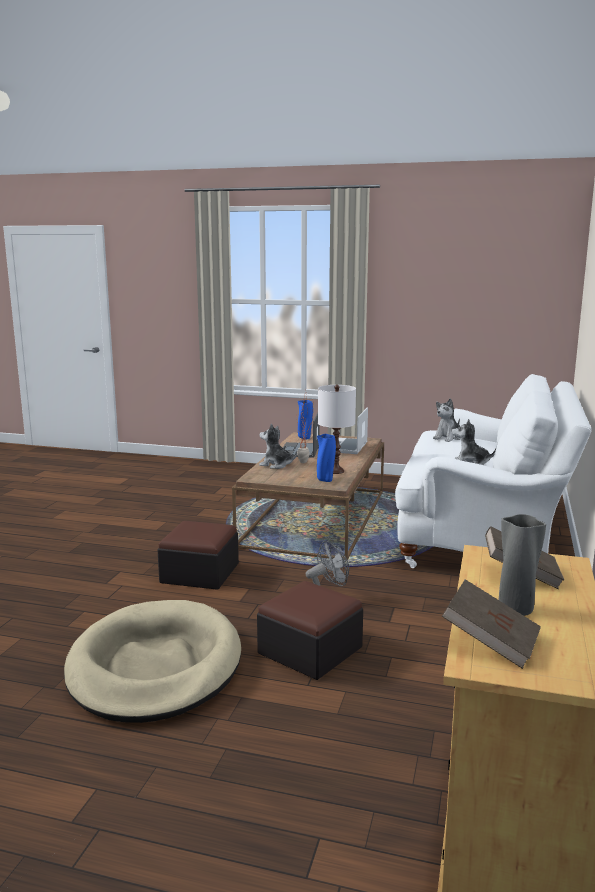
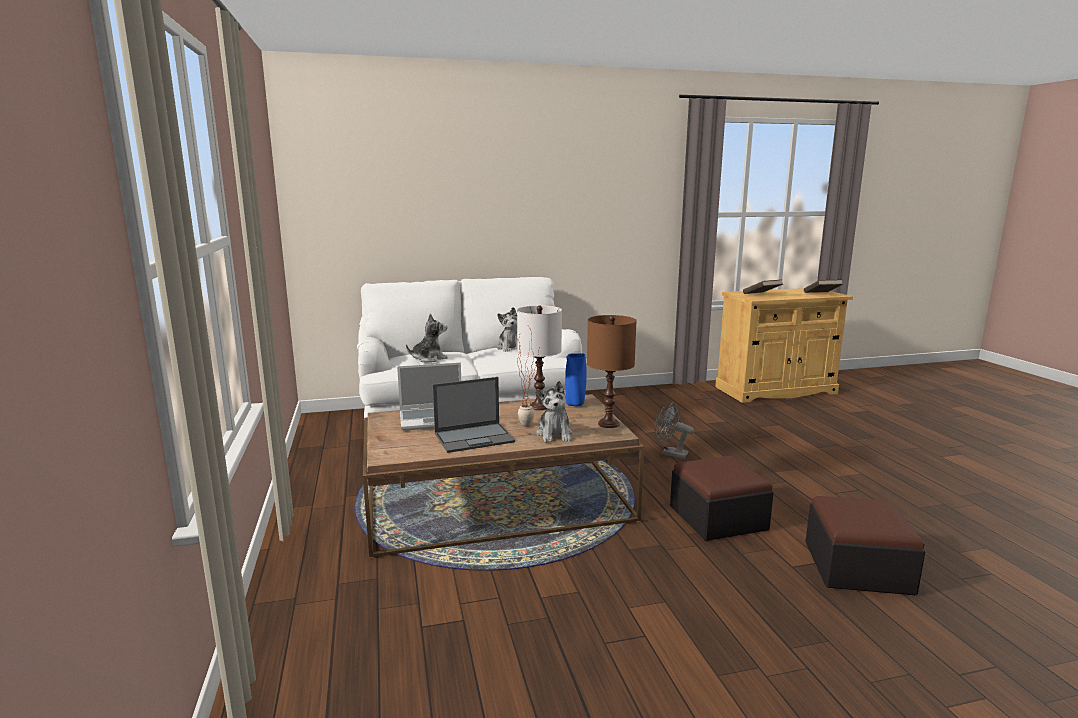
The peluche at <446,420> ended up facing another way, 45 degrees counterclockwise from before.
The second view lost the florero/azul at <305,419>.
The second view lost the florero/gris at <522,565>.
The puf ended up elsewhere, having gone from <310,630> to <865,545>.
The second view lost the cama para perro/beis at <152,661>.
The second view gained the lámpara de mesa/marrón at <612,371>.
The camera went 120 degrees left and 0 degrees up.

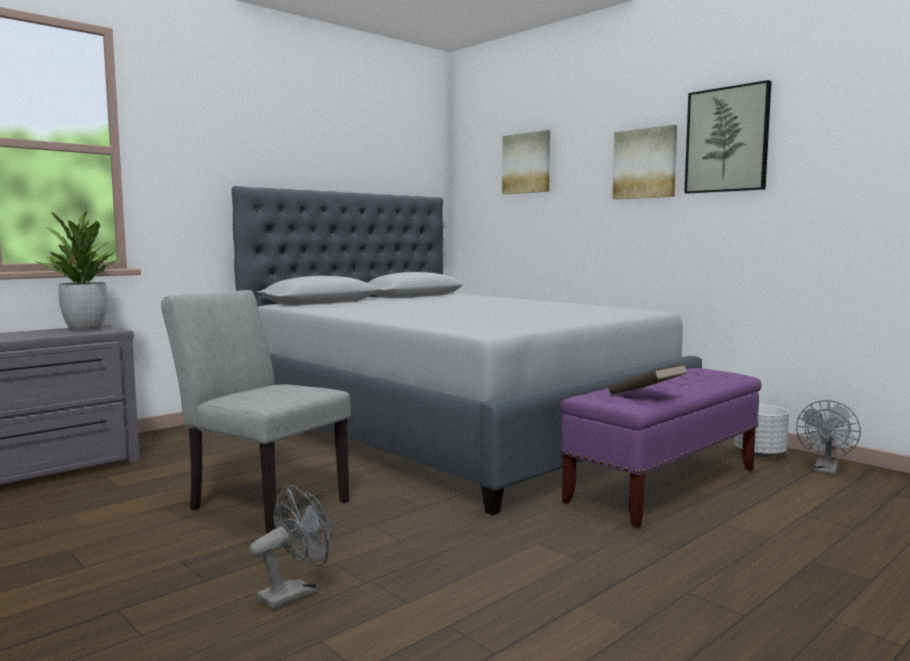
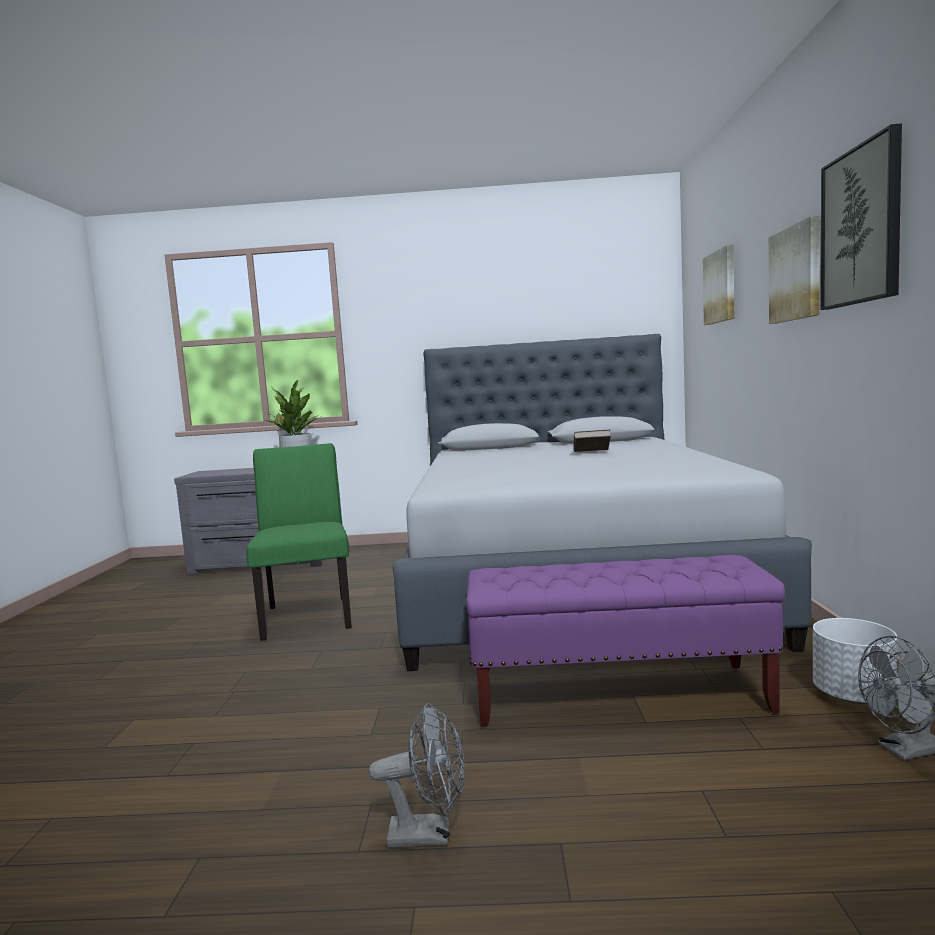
What was the silla/gris at <256,412> turned into the silla/verde at <299,542>.
The libro/marrón ended up elsewhere, having gone from <648,379> to <592,441>.
The ventilador/gris ended up elsewhere, having gone from <290,547> to <417,775>.
The camera went 45 degrees right and 0 degrees up.

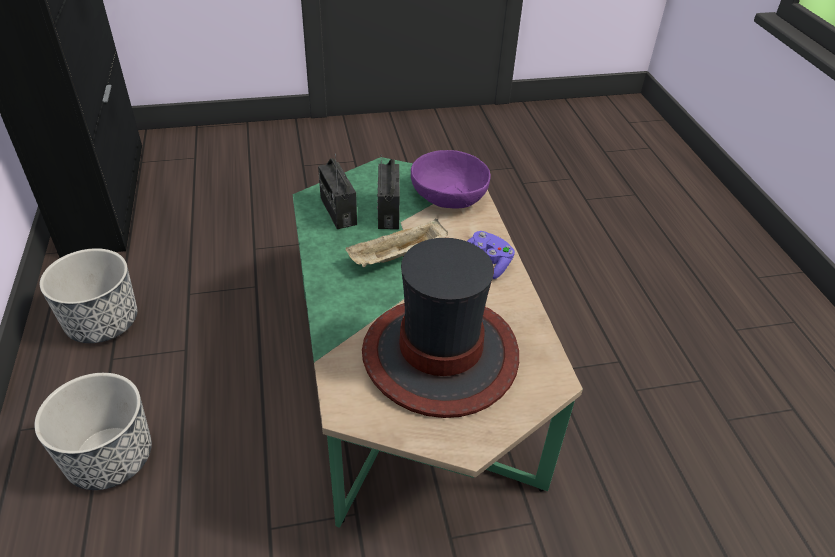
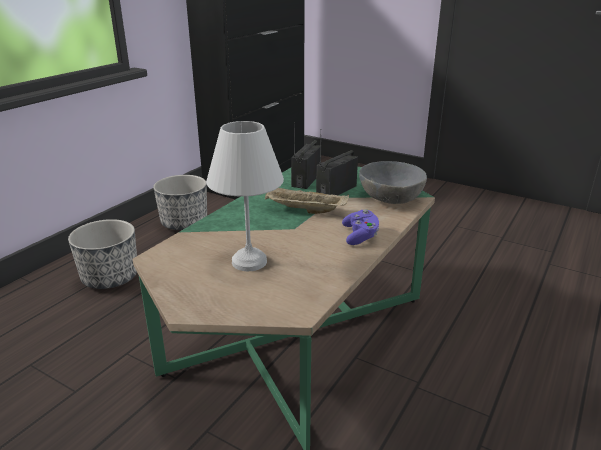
What was the cuenco/morado at <450,179> turned into the cuenco/gris at <393,182>.
Where the sombrero stood at <440,328>, the lámpara de mesa/blanco came to stand at <245,196>.
The camera went 45 degrees right and 15 degrees down.

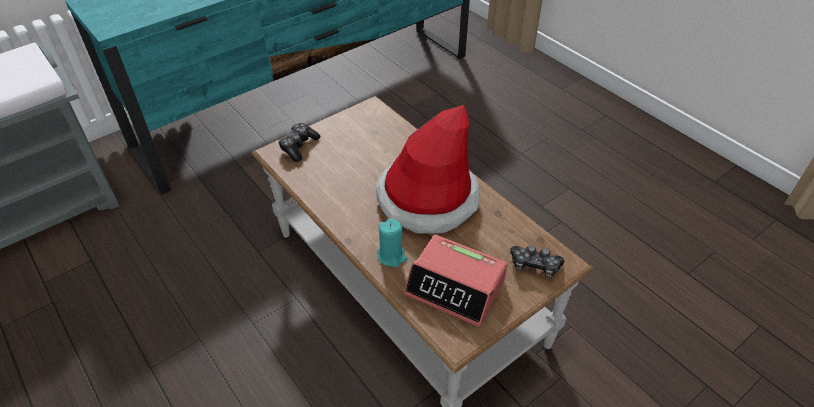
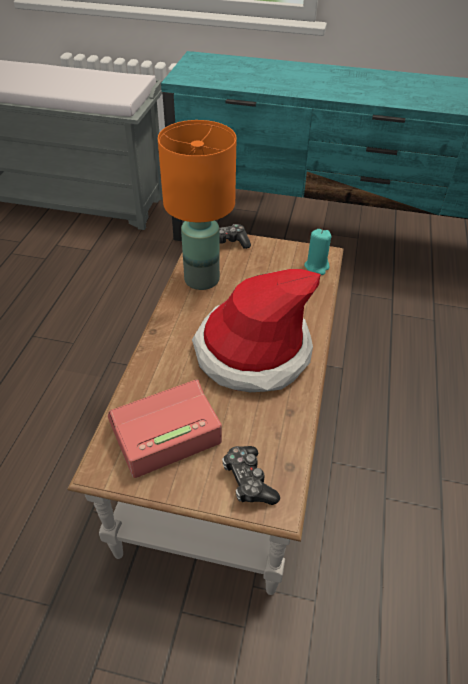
The vela/turquesa ended up elsewhere, having gone from <392,243> to <317,252>.
The despertador at <456,281> ended up facing another way, 75 degrees clockwise from before.
The second view gained the lámpara de mesa/naranja at <197,205>.
The camera went 50 degrees right and 0 degrees up.

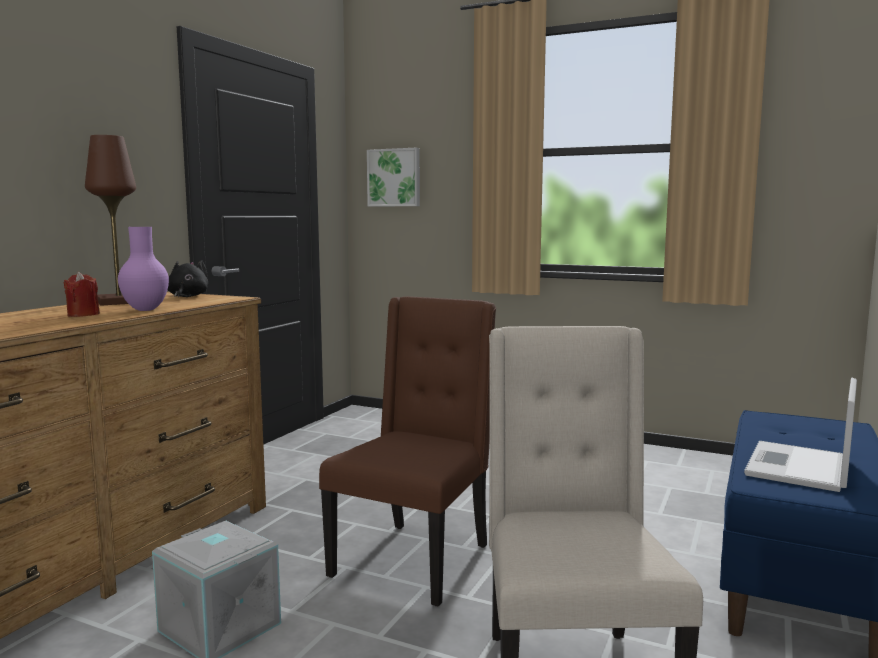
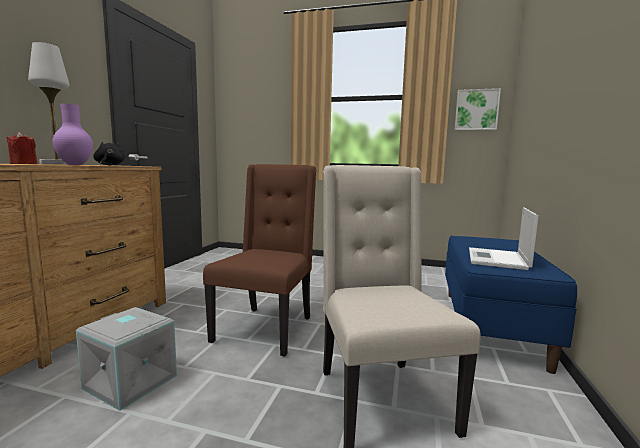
What was the lámpara de mesa/marrón at <110,220> turned into the lámpara de mesa/blanco at <48,103>.
The cuadro ended up elsewhere, having gone from <393,177> to <478,109>.
The camera went 10 degrees left and 0 degrees up.

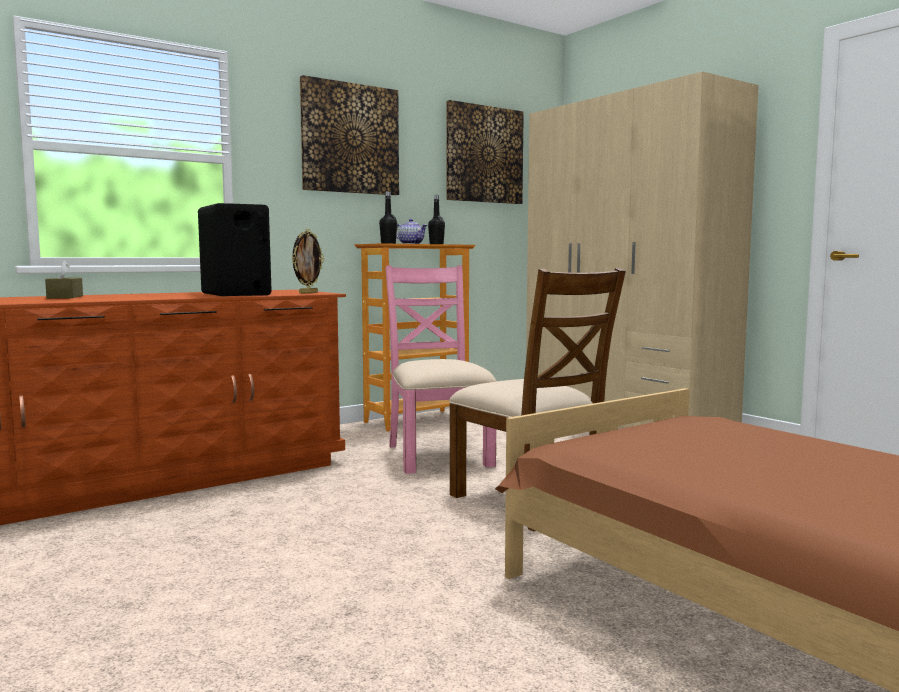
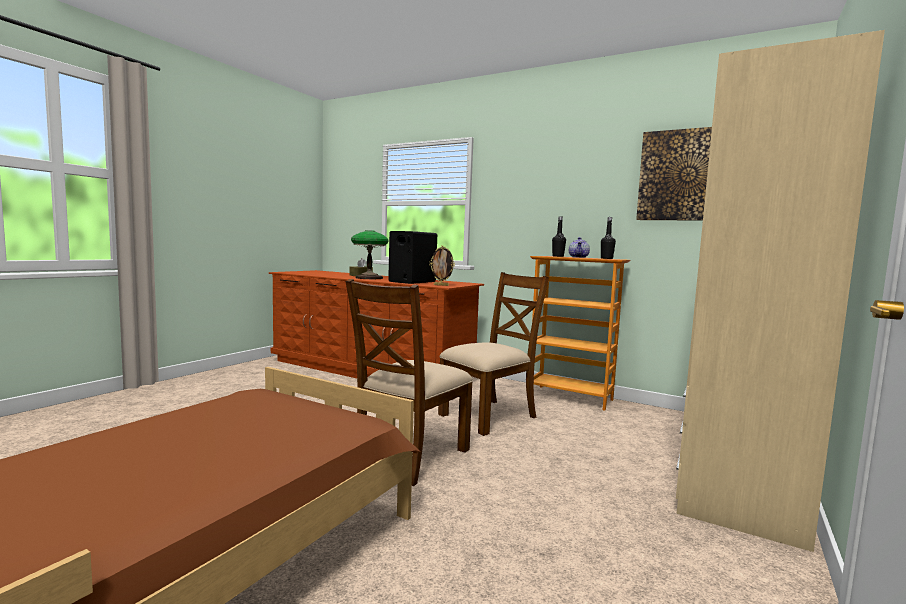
The second view lost the cuadro at <349,135>.
What was the silla/rosa at <440,369> turned into the silla/marrón at <493,354>.
The second view gained the lámpara de mesa at <370,254>.
The camera went 65 degrees right and 0 degrees up.

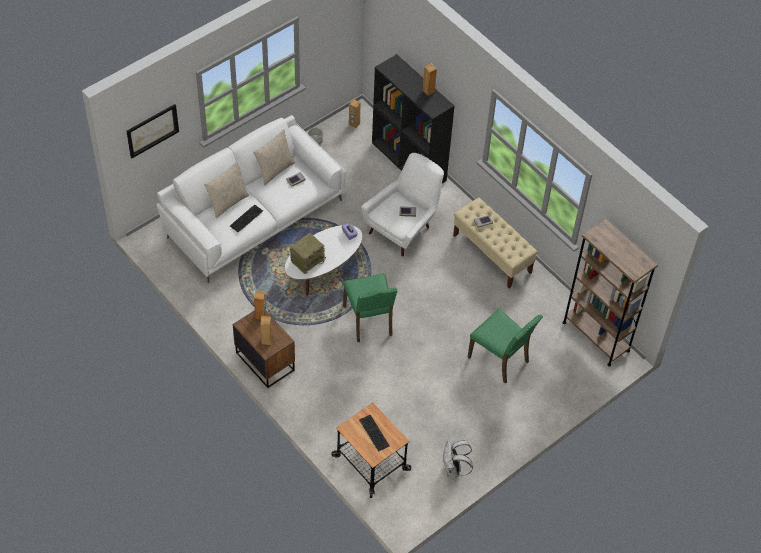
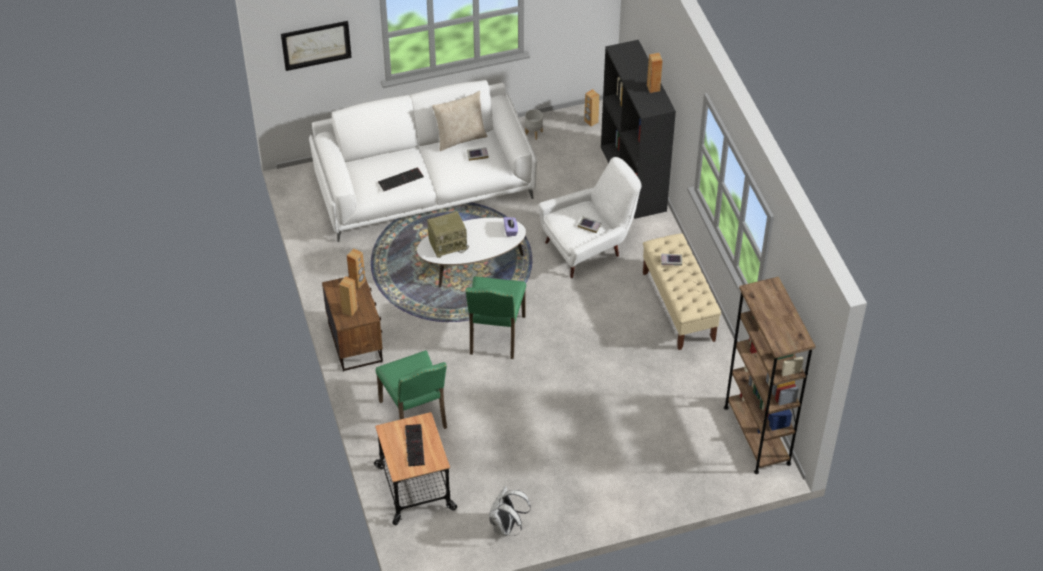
The second view lost the cojín/beis at <226,189>.
The silla/verde ended up elsewhere, having gone from <505,346> to <411,389>.
The camera went 25 degrees right and 5 degrees down.

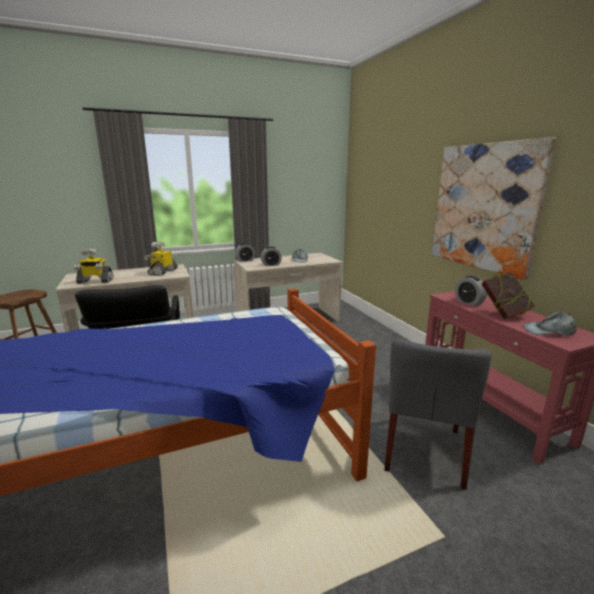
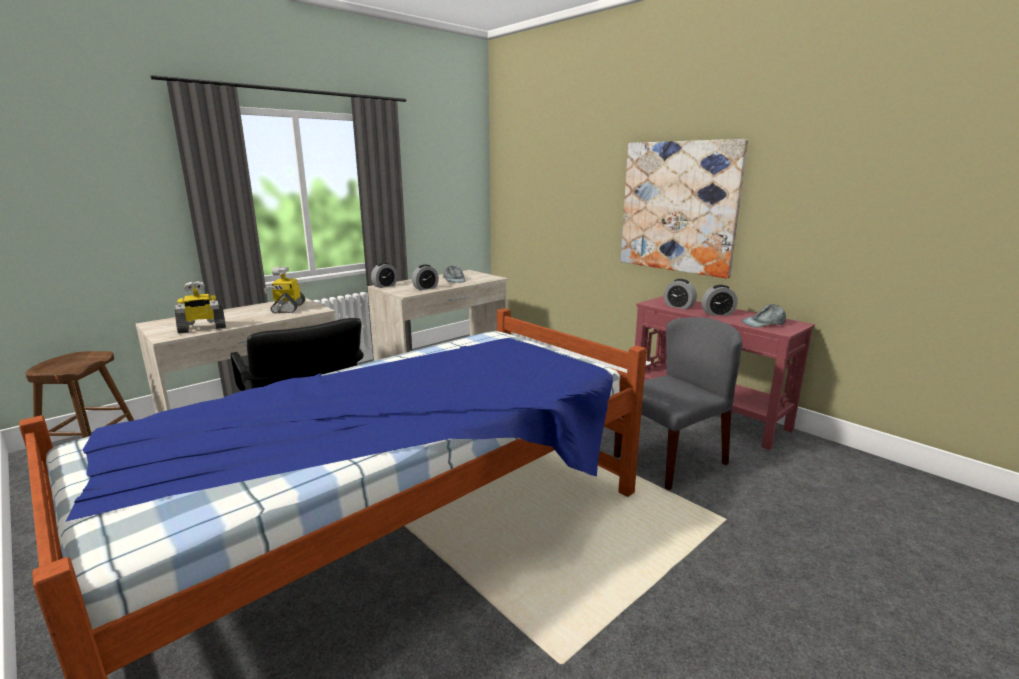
Where the libro stood at <508,295>, the despertador came to stand at <719,300>.
The silla/gris at <438,414> ended up facing another way, 120 degrees counterclockwise from before.
The camera went 20 degrees left and 0 degrees up.

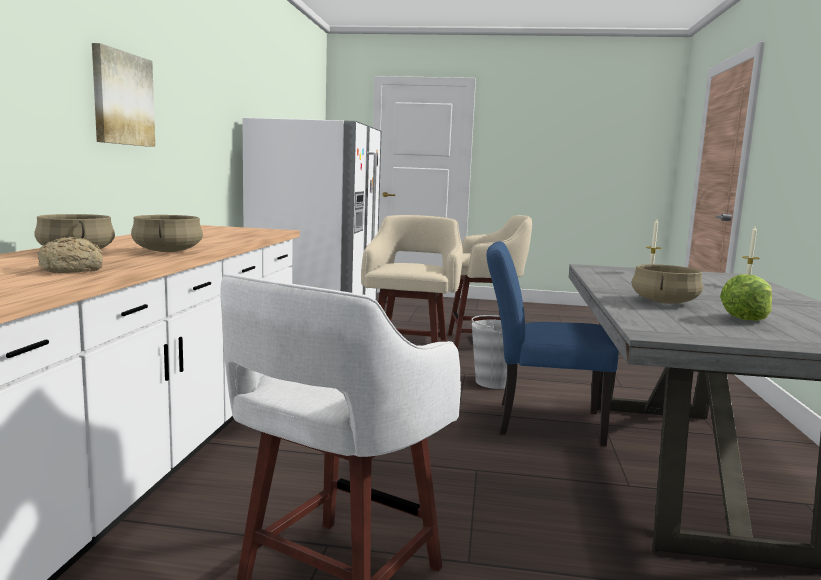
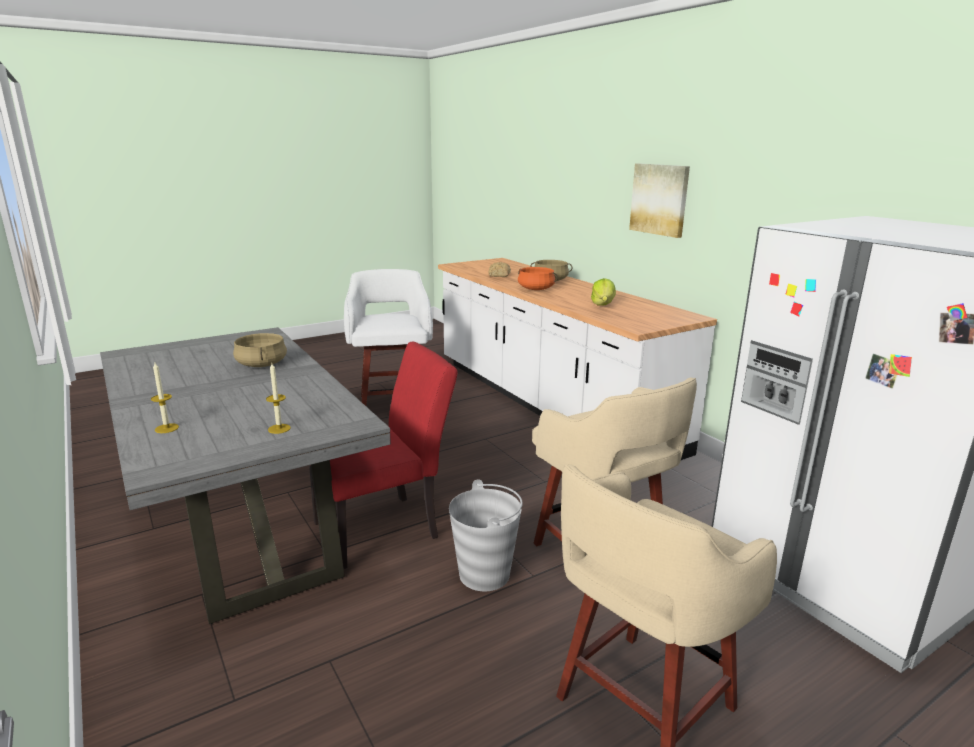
What was the olla/beis at <167,233> turned into the olla/naranja at <538,278>.
What was the silla/azul at <552,344> turned into the silla/rojo at <383,455>.
The lechuga ended up elsewhere, having gone from <746,298> to <603,292>.
The camera went 140 degrees right and 10 degrees up.

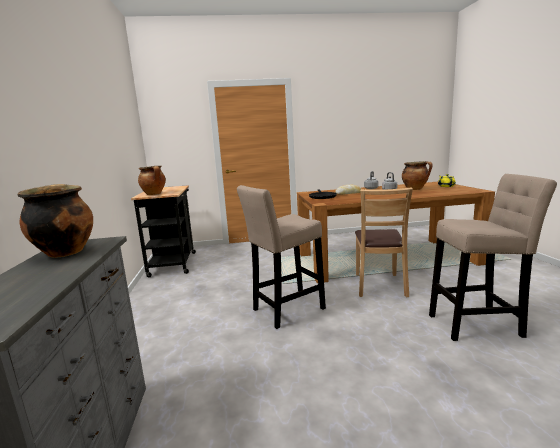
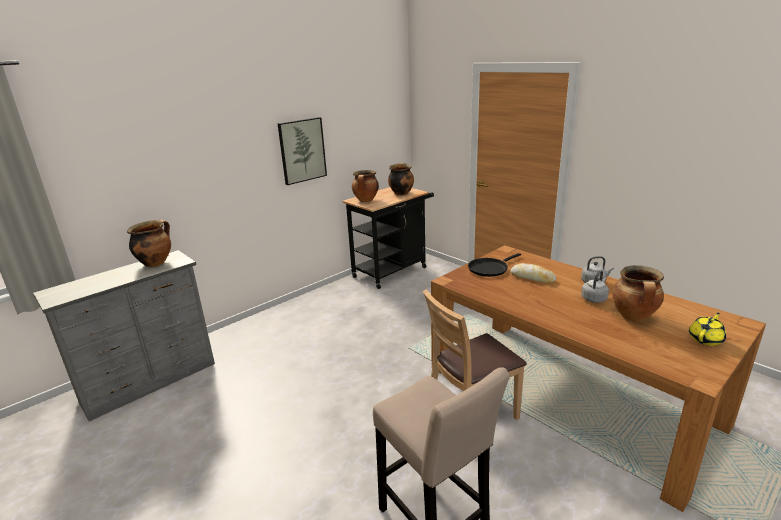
The second view lost the taburete/beis at <281,257>.
The second view gained the cuadro at <302,151>.
The second view gained the olla at <401,179>.
The camera went 55 degrees right and 10 degrees up.

